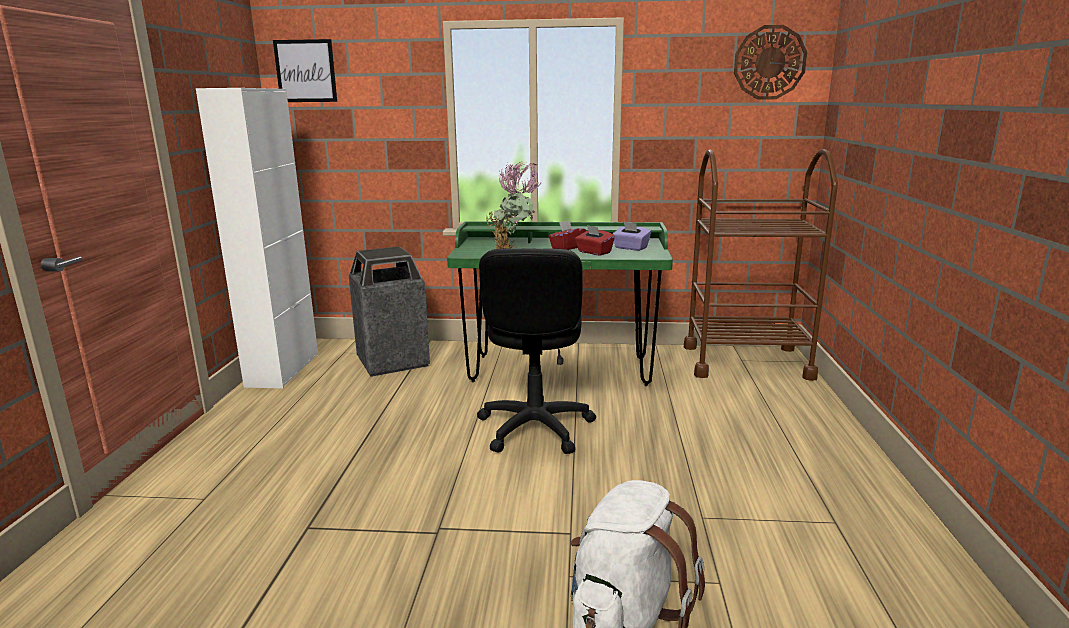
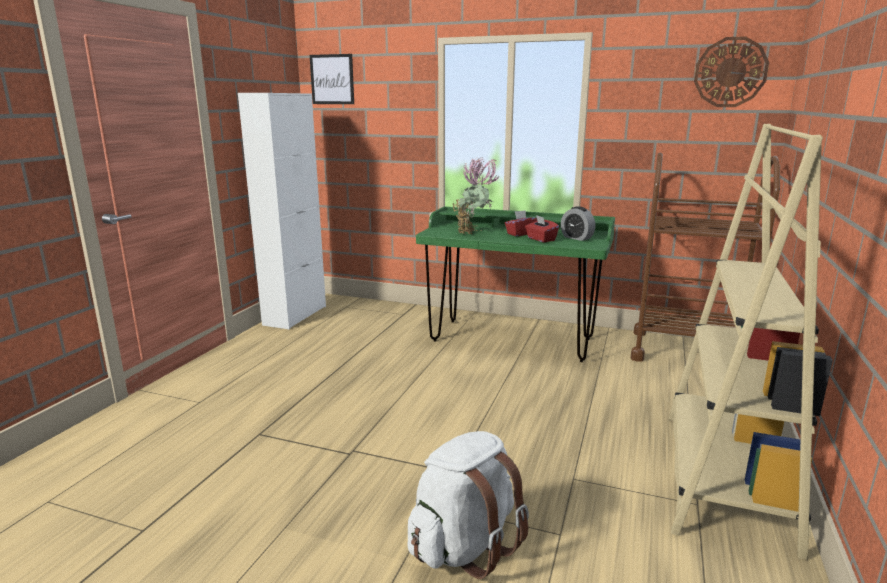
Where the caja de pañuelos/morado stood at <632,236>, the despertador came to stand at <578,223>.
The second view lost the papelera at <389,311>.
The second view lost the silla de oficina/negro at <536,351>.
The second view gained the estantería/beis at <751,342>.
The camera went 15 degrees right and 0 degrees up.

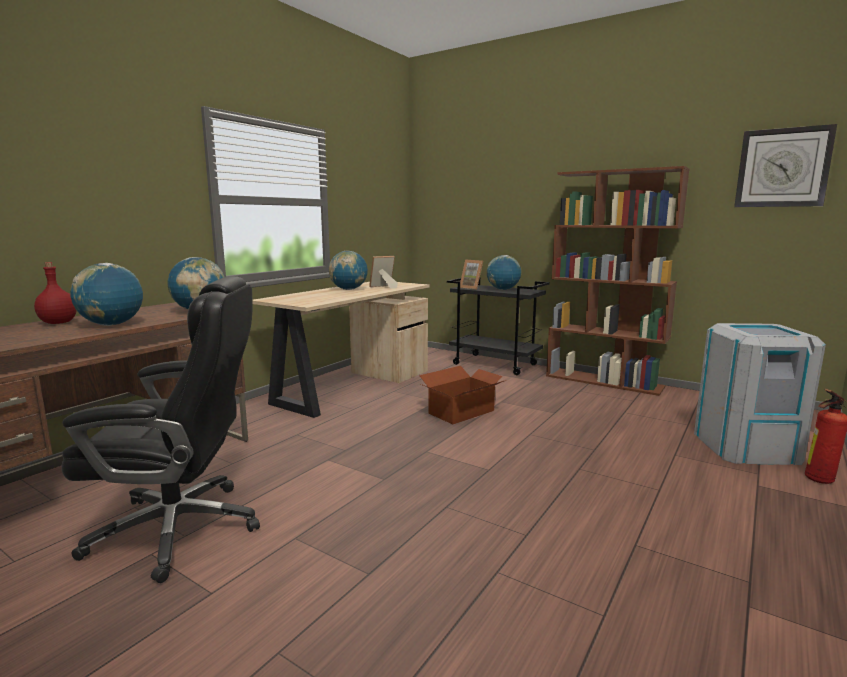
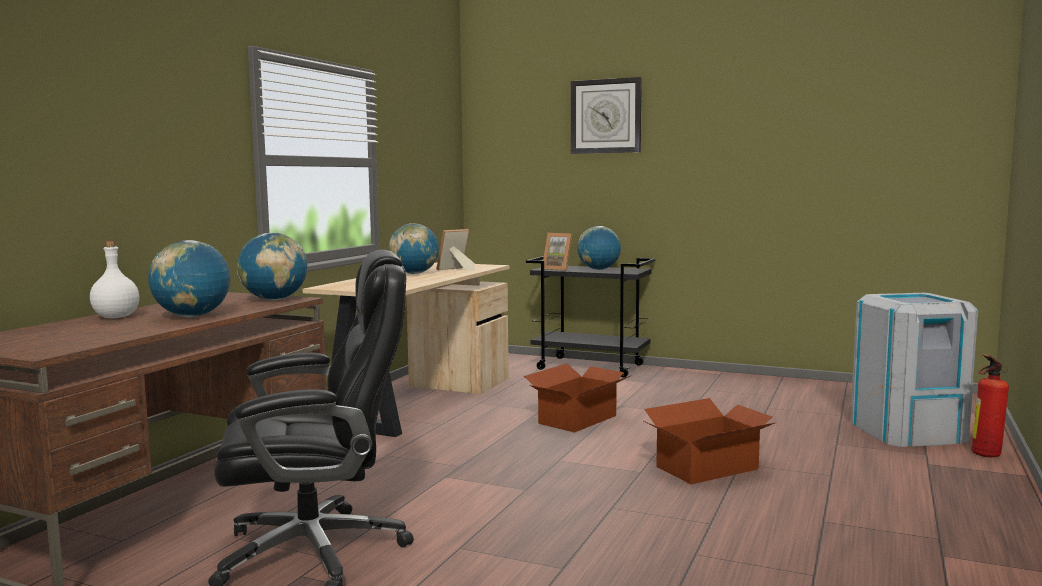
The reloj de pared ended up elsewhere, having gone from <785,165> to <606,115>.
The second view lost the estantería/marrón at <618,281>.
What was the botella/rojo at <55,293> turned into the botella/blanco at <114,279>.
The second view gained the caja de cartón at <710,441>.
The camera went 10 degrees left and 5 degrees down.

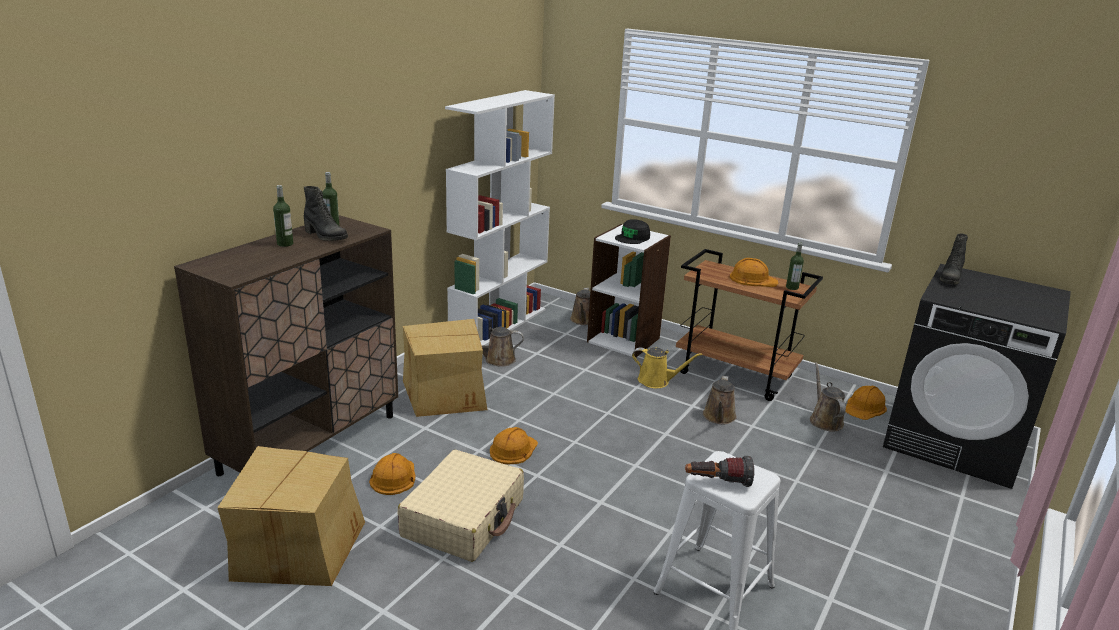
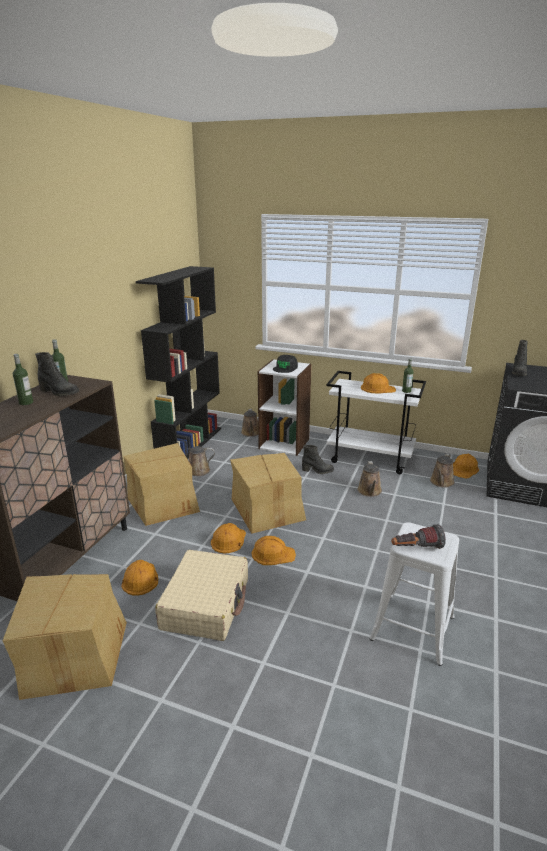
What was the estantería/blanco at <500,218> turned into the estantería/negro at <178,362>.
What was the carrito/marrón at <749,325> turned into the carrito/blanco at <376,422>.
Where the regadera/amarillo stood at <667,367>, the bota/negro came to stand at <318,459>.
The regadera/marrón at <828,396> ended up facing another way, 135 degrees counterclockwise from before.
The second view gained the caja de cartón at <268,493>.
The second view gained the casco/naranja at <274,550>.
The camera went 10 degrees left and 0 degrees up.

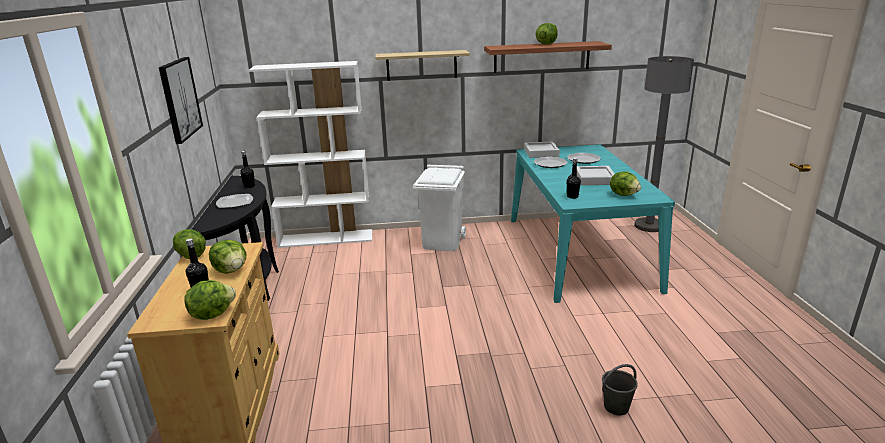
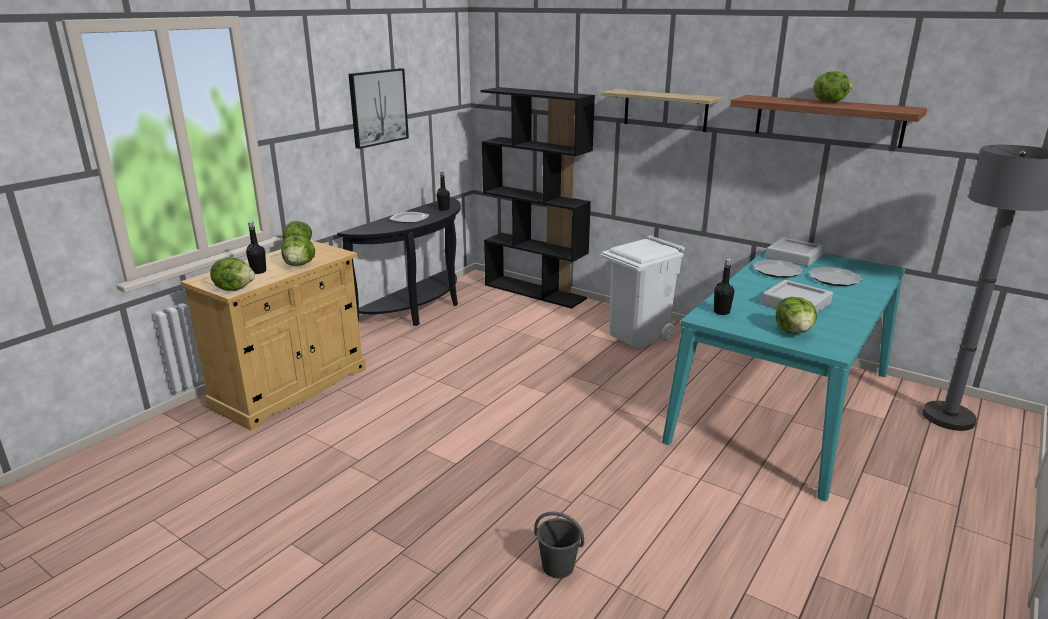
What was the estantería/blanco at <310,154> turned into the estantería/negro at <537,198>.
The camera went 40 degrees right and 0 degrees up.

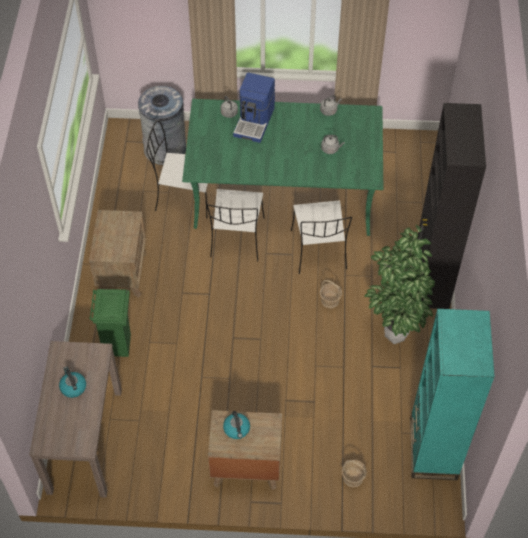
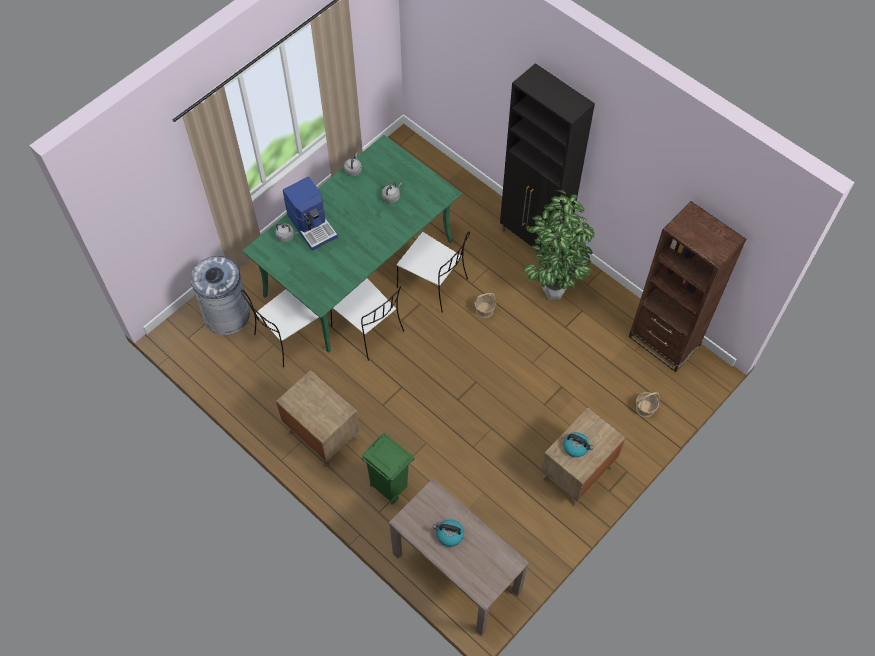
What was the estantería/turquesa at <452,394> turned into the estantería/marrón at <688,286>.
The camera went 50 degrees left and 5 degrees up.

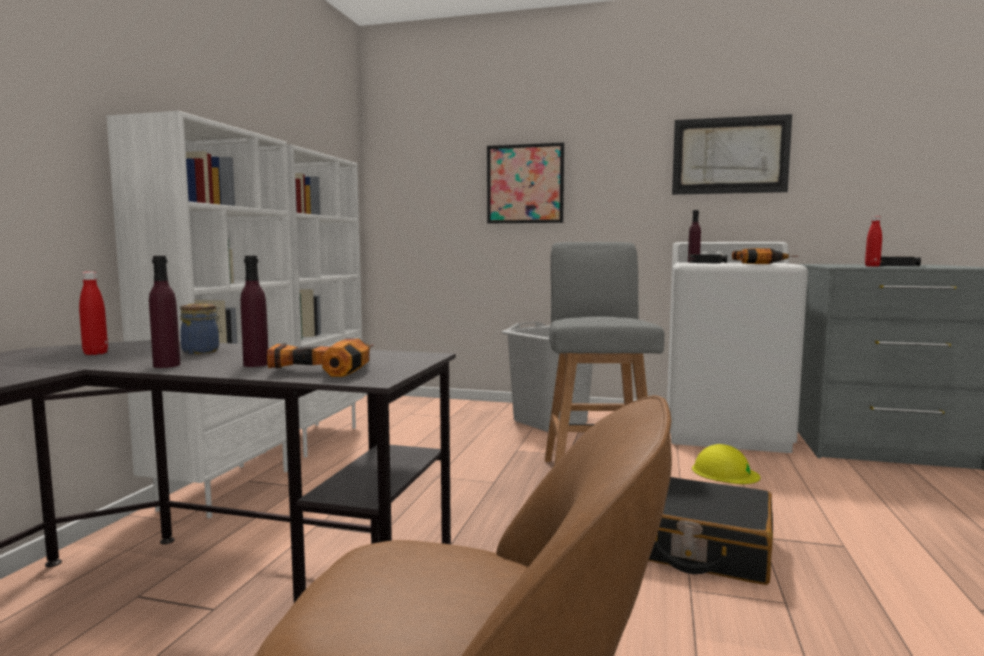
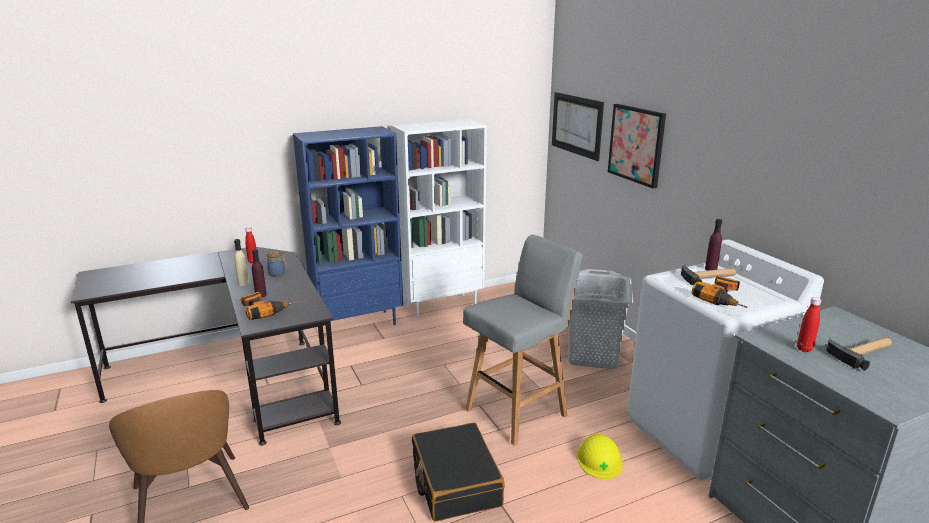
What was the estantería/blanco at <201,314> turned into the estantería/azul at <348,225>.
The cuadro ended up elsewhere, having gone from <732,154> to <578,126>.
What was the botella/morado at <164,312> turned into the botella/beis at <241,262>.
The camera went 50 degrees right and 15 degrees up.

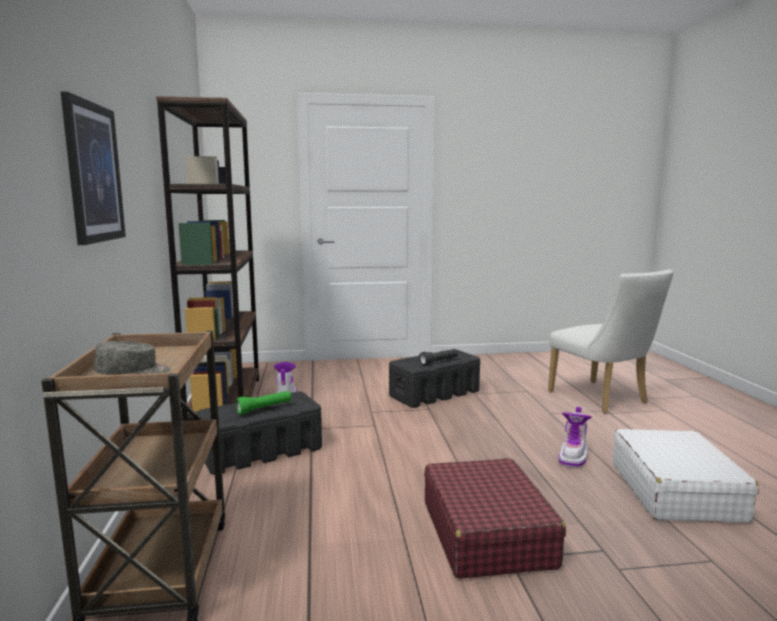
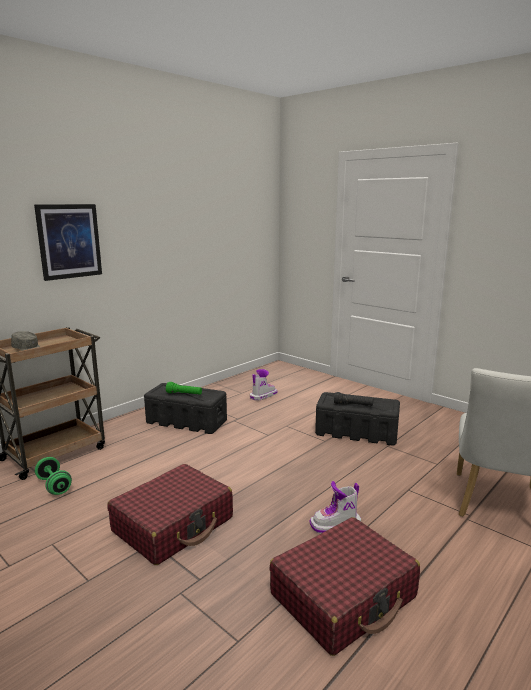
The second view lost the estantería/marrón at <207,258>.
What was the maleta/blanco at <686,476> turned into the maleta/rojo at <345,586>.
The second view gained the mancuerna/verde at <53,476>.
The camera went 50 degrees right and 5 degrees up.

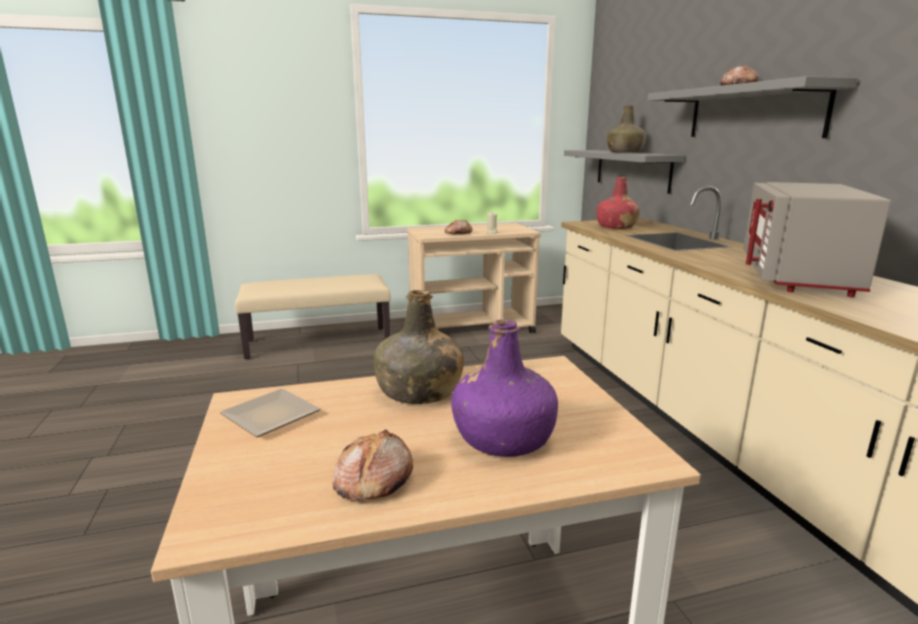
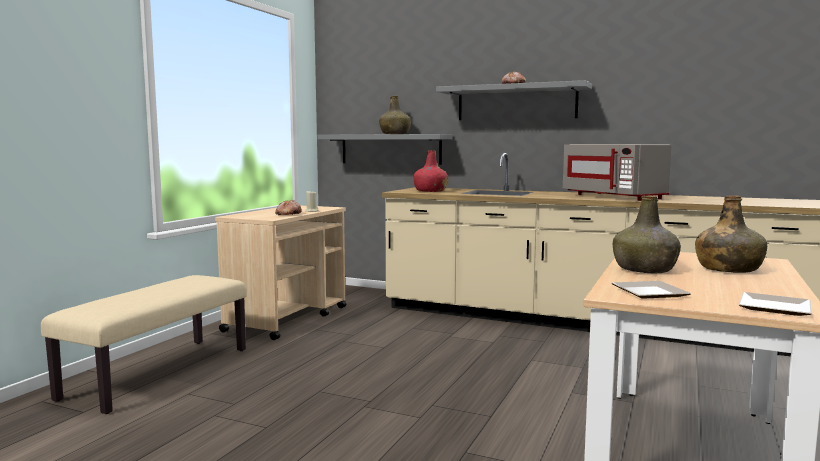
What was the botella/morado at <504,388> turned into the botella/verde at <731,234>.
The second view lost the pan at <372,464>.
The second view gained the plato at <775,304>.
The camera went 50 degrees left and 10 degrees down.

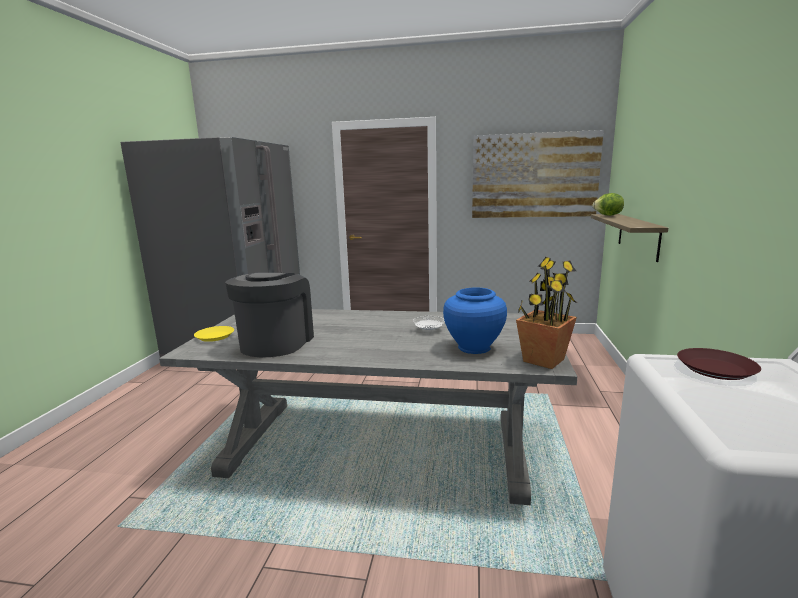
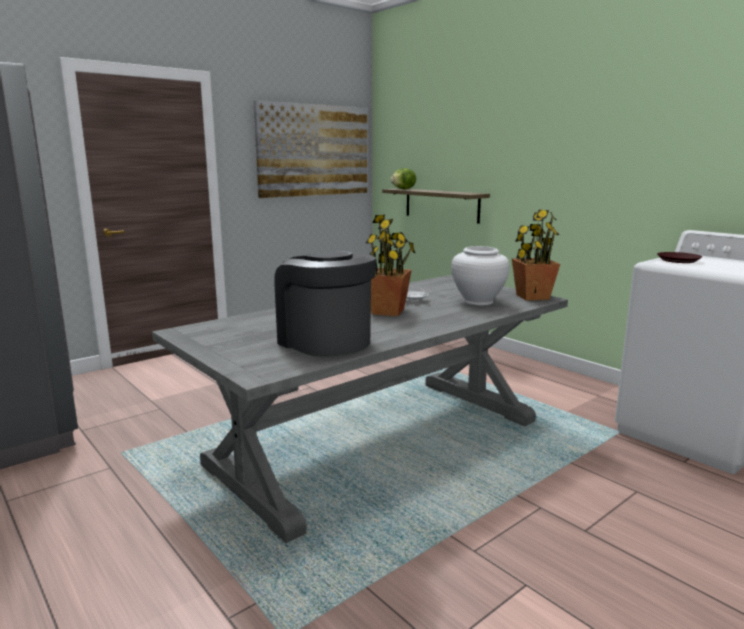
What was the florero/azul at <475,320> turned into the florero/blanco at <480,276>.
The second view lost the plato/amarillo at <214,334>.
The second view gained the planta en maceta at <390,265>.
The camera went 50 degrees left and 0 degrees up.

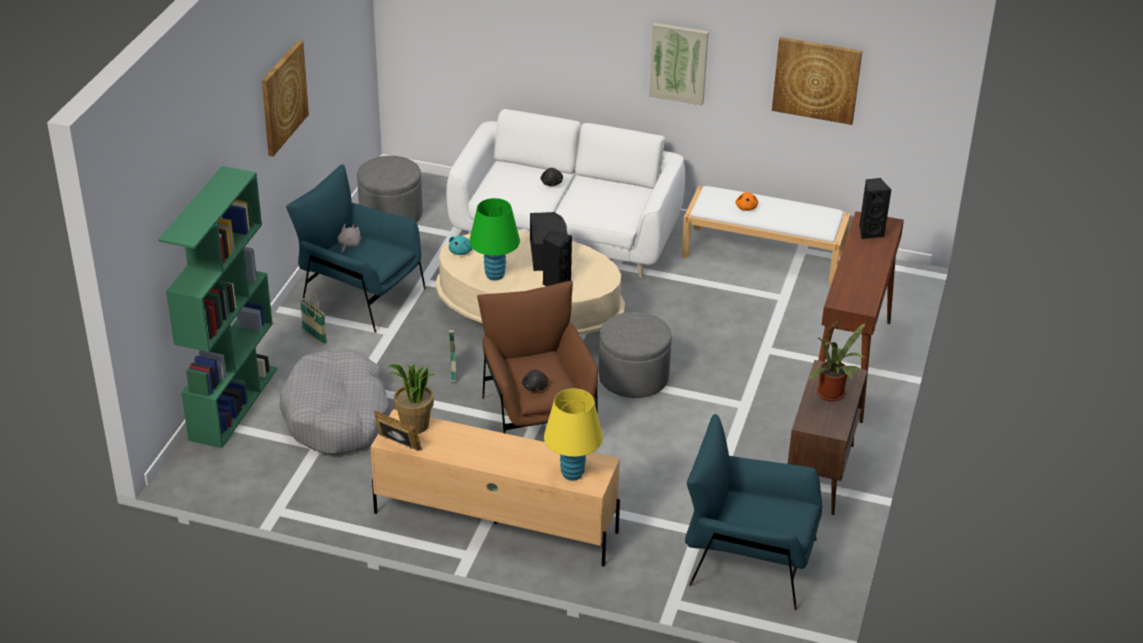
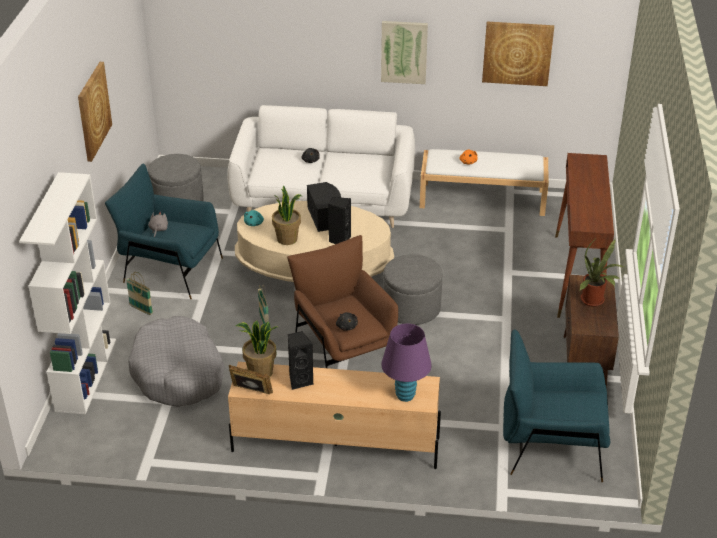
What was the estantería/verde at <217,307> turned into the estantería/blanco at <67,293>.
The altavoz/negro ended up elsewhere, having gone from <875,208> to <300,360>.
Where the lámpara de mesa/verde stood at <494,239>, the planta en maceta came to stand at <287,215>.
What was the lámpara de mesa/amarillo at <573,434> turned into the lámpara de mesa/morado at <406,362>.
The camera went 10 degrees left and 0 degrees up.

